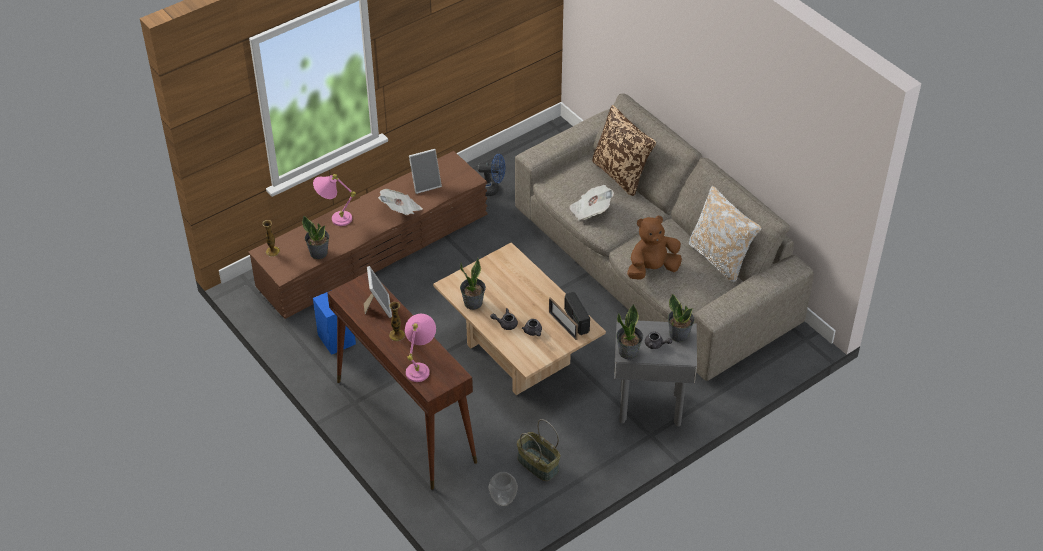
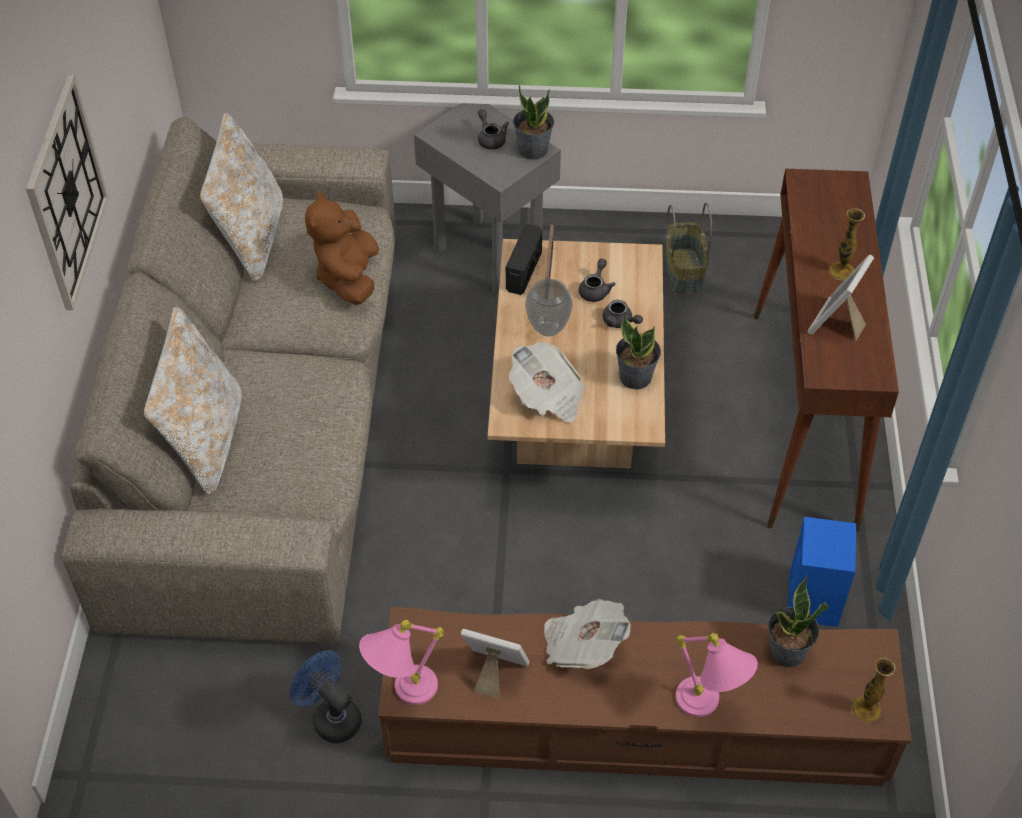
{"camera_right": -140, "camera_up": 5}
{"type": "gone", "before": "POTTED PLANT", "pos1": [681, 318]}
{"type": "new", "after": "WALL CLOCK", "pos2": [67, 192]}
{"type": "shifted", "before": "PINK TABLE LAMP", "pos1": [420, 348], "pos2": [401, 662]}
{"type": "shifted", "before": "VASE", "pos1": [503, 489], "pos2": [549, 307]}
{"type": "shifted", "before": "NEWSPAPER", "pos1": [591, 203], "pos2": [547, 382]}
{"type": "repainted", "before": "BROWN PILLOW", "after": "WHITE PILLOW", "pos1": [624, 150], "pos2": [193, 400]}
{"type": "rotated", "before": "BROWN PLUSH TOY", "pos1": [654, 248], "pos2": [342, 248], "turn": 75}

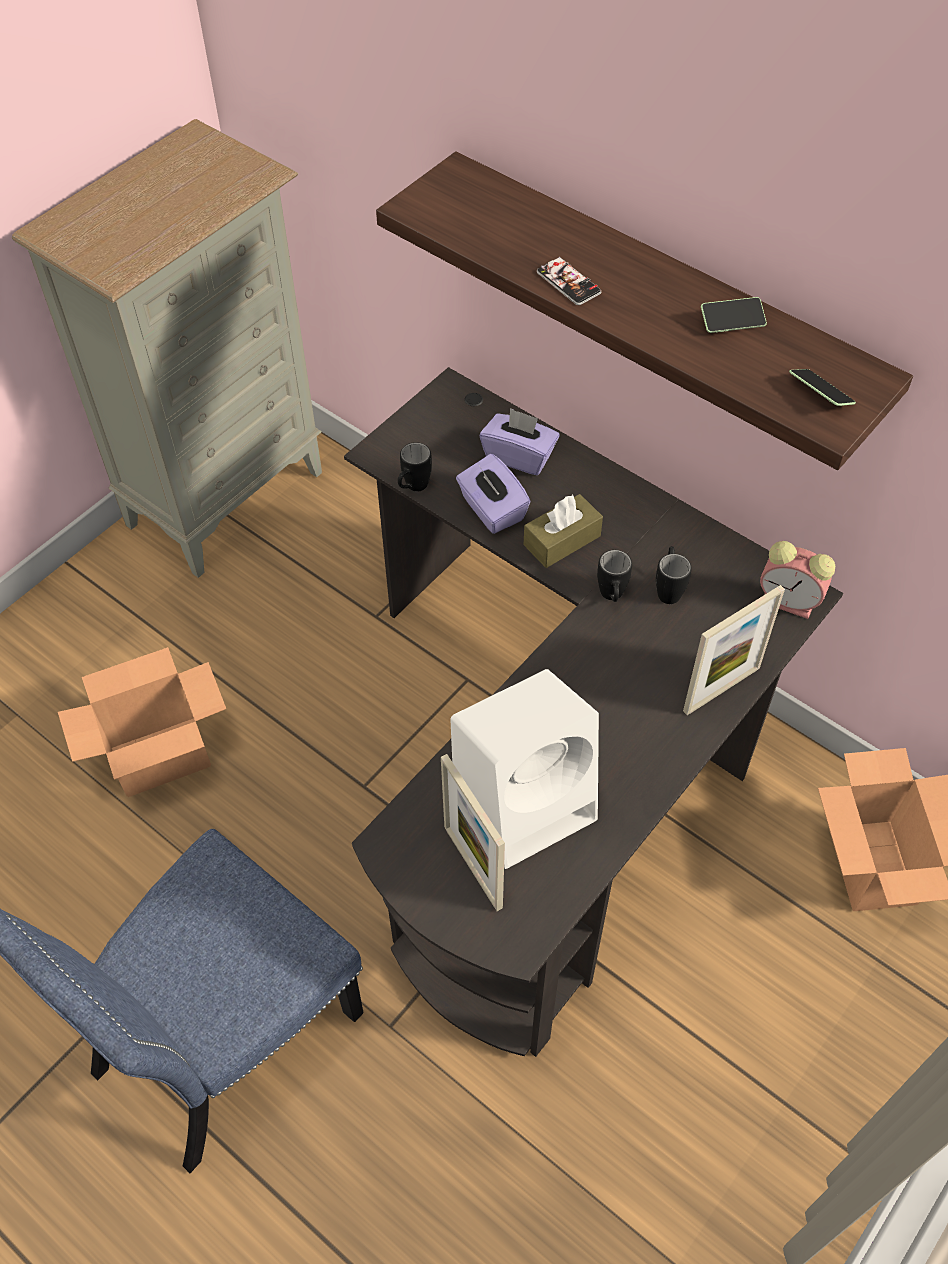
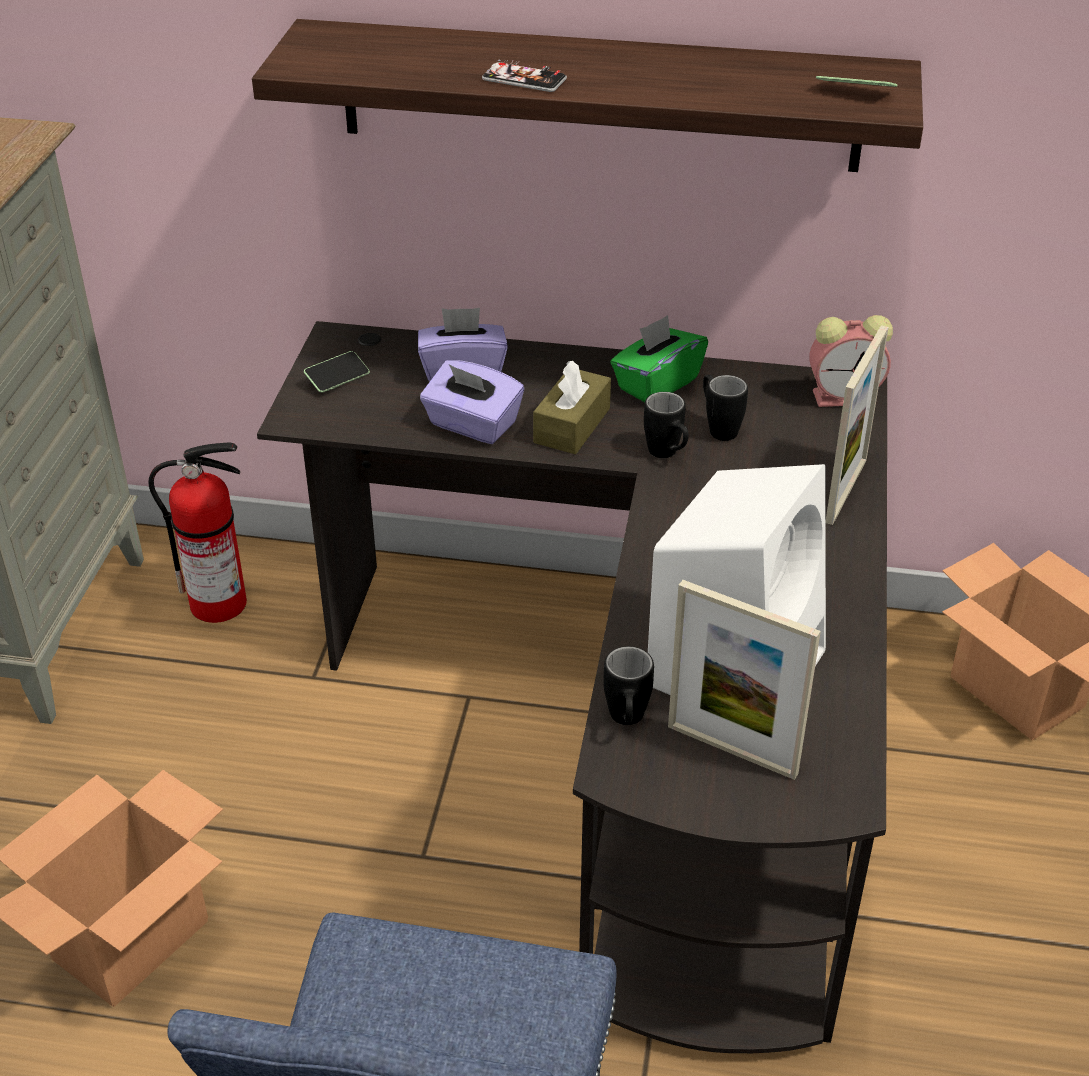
{"camera_right": -30, "camera_up": -15}
{"type": "new", "after": "FIRE EXTINGUISHER", "pos2": [197, 532]}
{"type": "new", "after": "GREEN TISSUE BOX", "pos2": [659, 358]}
{"type": "shifted", "before": "BLACK MUG", "pos1": [415, 467], "pos2": [628, 685]}
{"type": "shifted", "before": "PHONE", "pos1": [734, 315], "pos2": [337, 372]}

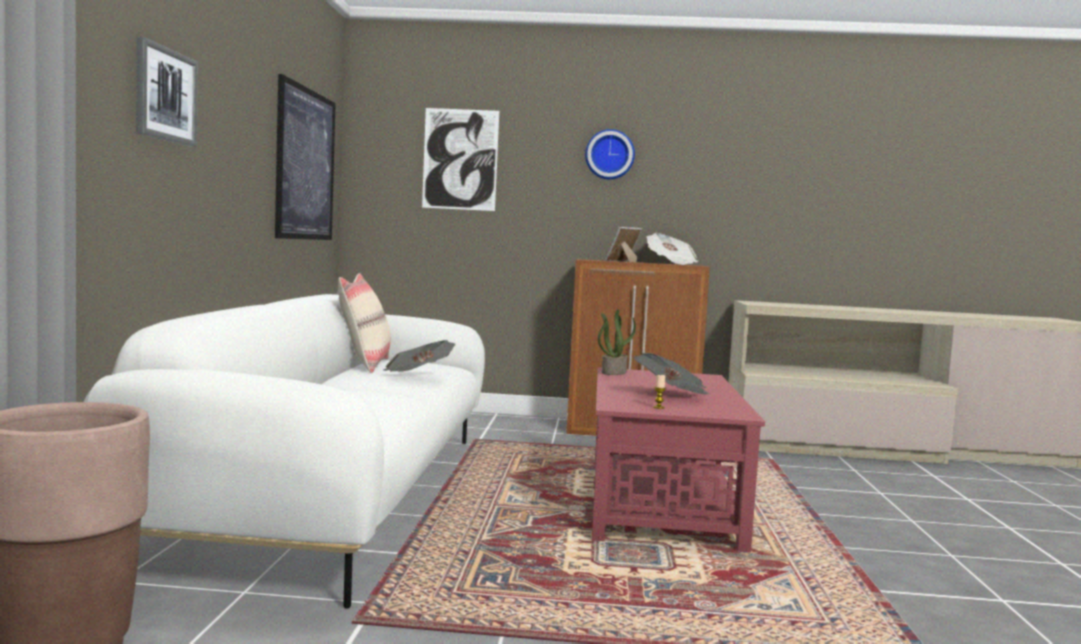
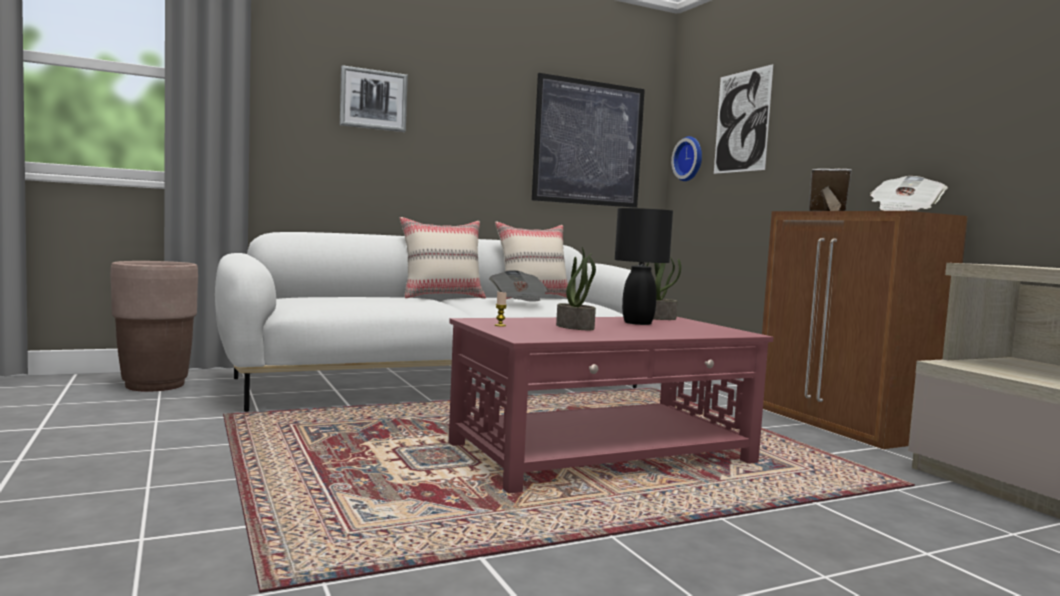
{"camera_right": 60, "camera_up": 0}
{"type": "new", "after": "BEIGE PILLOW", "pos2": [443, 258]}
{"type": "new", "after": "BLACK TABLE LAMP", "pos2": [644, 266]}
{"type": "shifted", "before": "WALL CLOCK", "pos1": [610, 154], "pos2": [686, 158]}
{"type": "swapped", "before": "NEWSPAPER", "after": "POTTED PLANT", "pos1": [672, 373], "pos2": [576, 288]}

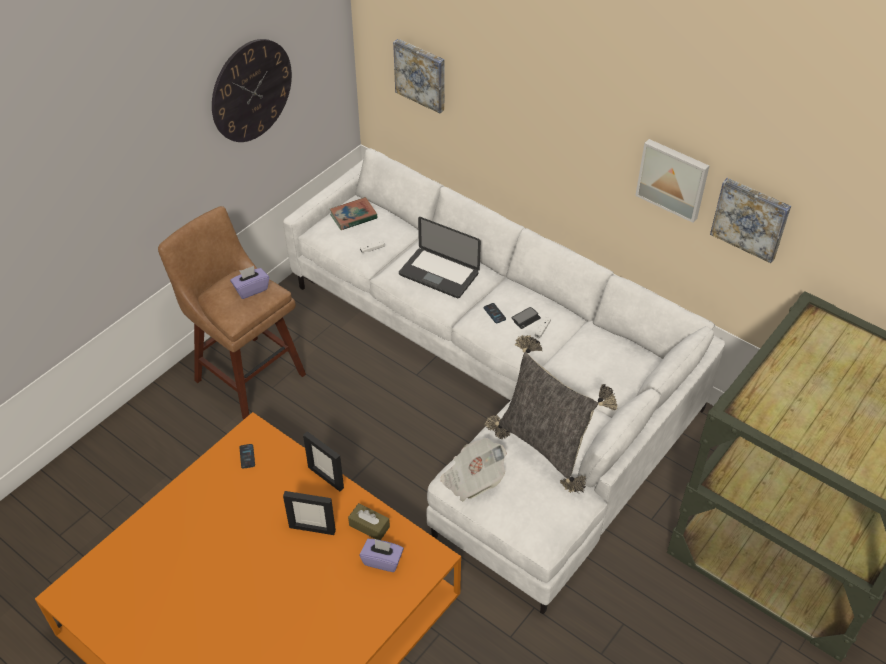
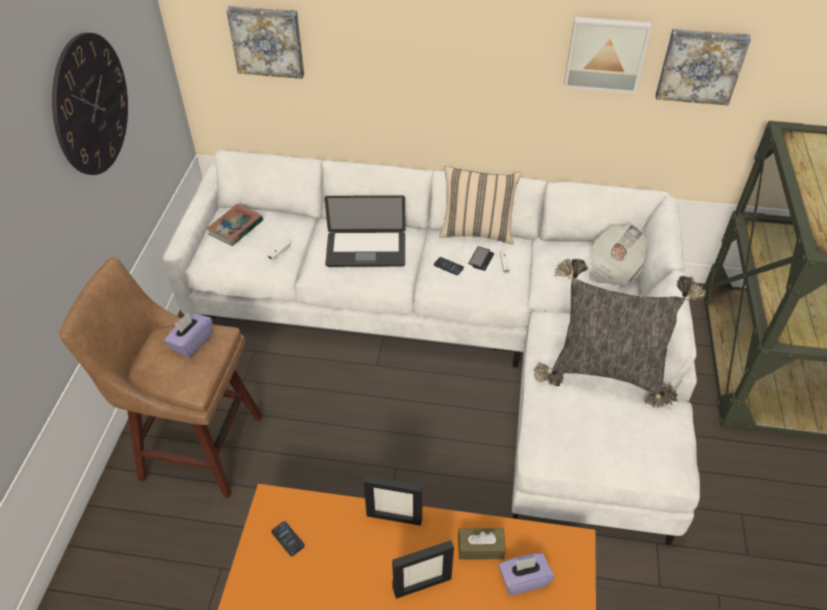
{"camera_right": -30, "camera_up": 0}
{"type": "new", "after": "BEIGE PILLOW", "pos2": [480, 205]}
{"type": "shifted", "before": "NEWSPAPER", "pos1": [474, 470], "pos2": [618, 255]}

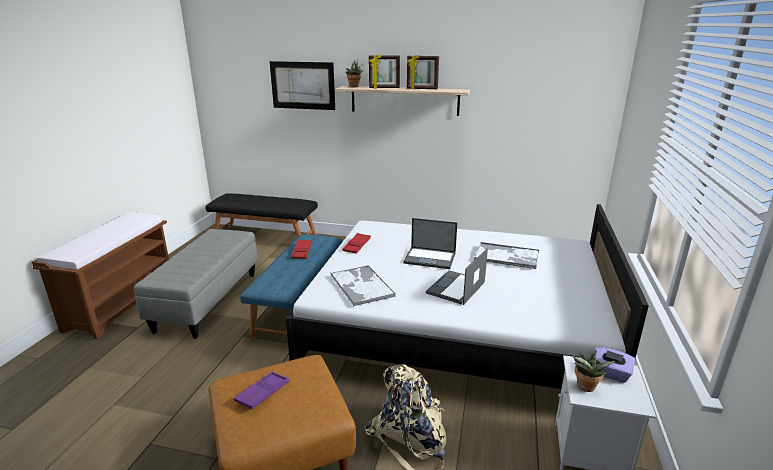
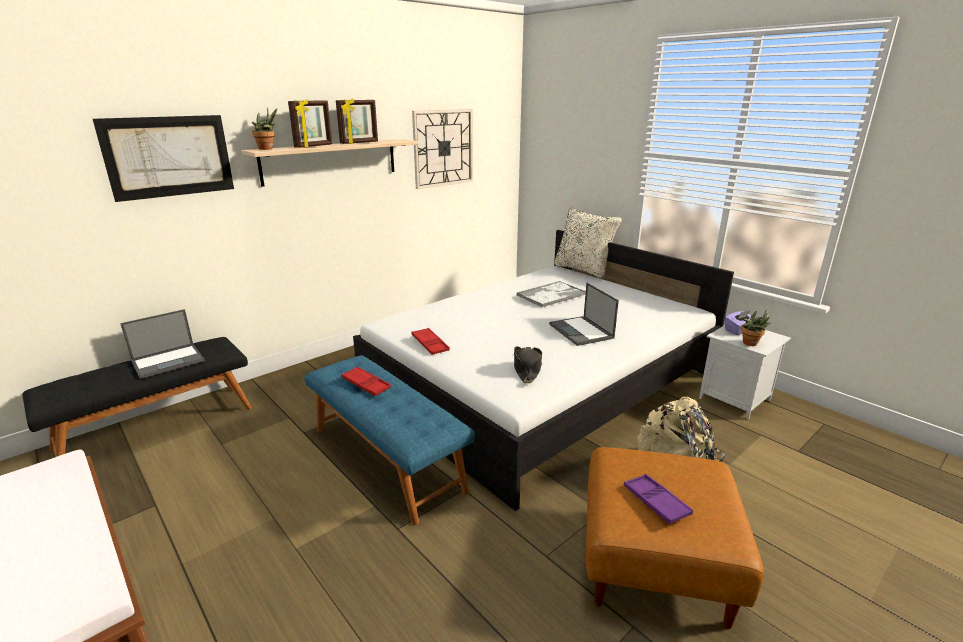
{"camera_right": -55, "camera_up": 0}
{"type": "gone", "before": "GREY OTTOMAN", "pos1": [196, 284]}
{"type": "new", "after": "WALL CLOCK", "pos2": [442, 149]}
{"type": "new", "after": "BEIGE PILLOW", "pos2": [588, 243]}
{"type": "shifted", "before": "LAPTOP", "pos1": [430, 243], "pos2": [162, 344]}
{"type": "swapped", "before": "TRAY", "after": "BLACK HAT", "pos1": [363, 285], "pos2": [528, 364]}

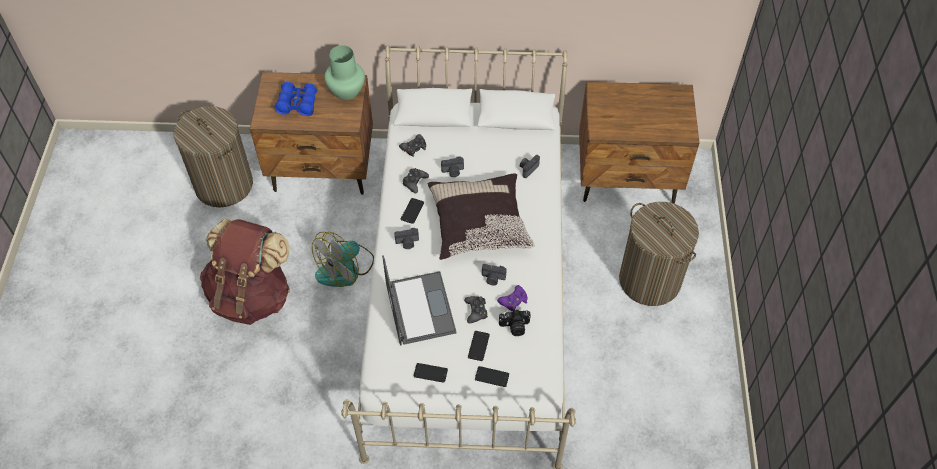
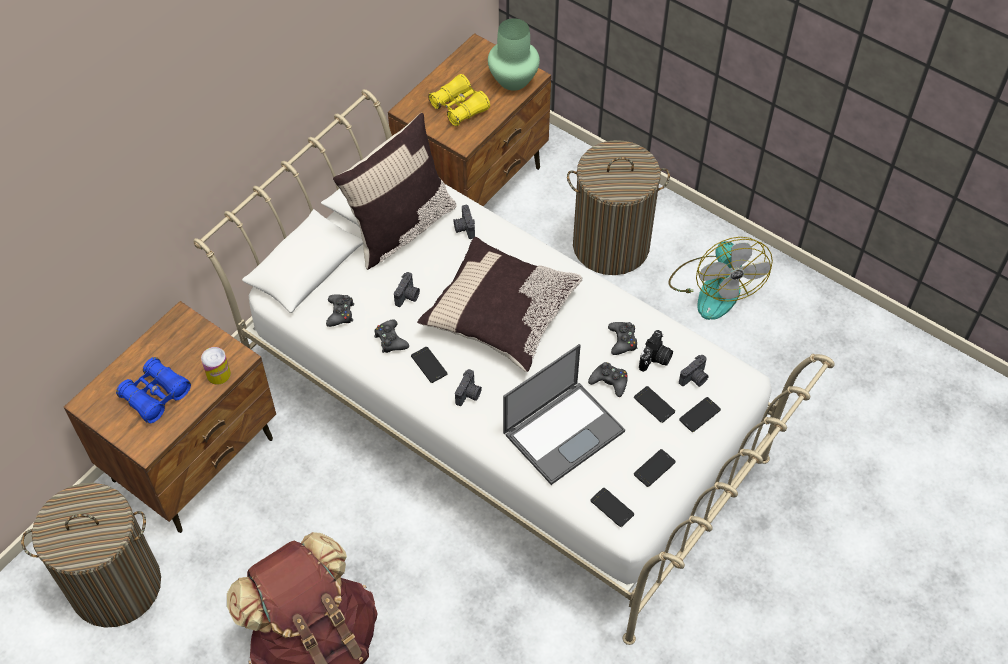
{"camera_right": -55, "camera_up": 0}
{"type": "new", "after": "CAN", "pos2": [216, 366]}
{"type": "new", "after": "PILLOW", "pos2": [395, 191]}
{"type": "new", "after": "YELLOW BINOCULARS", "pos2": [459, 100]}
{"type": "new", "after": "PHONE", "pos2": [612, 507]}
{"type": "shifted", "before": "FAN", "pos1": [343, 259], "pos2": [720, 278]}
{"type": "shifted", "before": "GREEN VASE", "pos1": [344, 72], "pos2": [514, 54]}
{"type": "shifted", "before": "PHOTO CAMERA", "pos1": [494, 275], "pos2": [694, 371]}
{"type": "repainted", "before": "PURPLE GAME CONTROLLER", "after": "BLACK GAME CONTROLLER", "pos1": [512, 298], "pos2": [622, 338]}
{"type": "rotated", "before": "LAPTOP", "pos1": [419, 300], "pos2": [564, 414], "turn": 120}

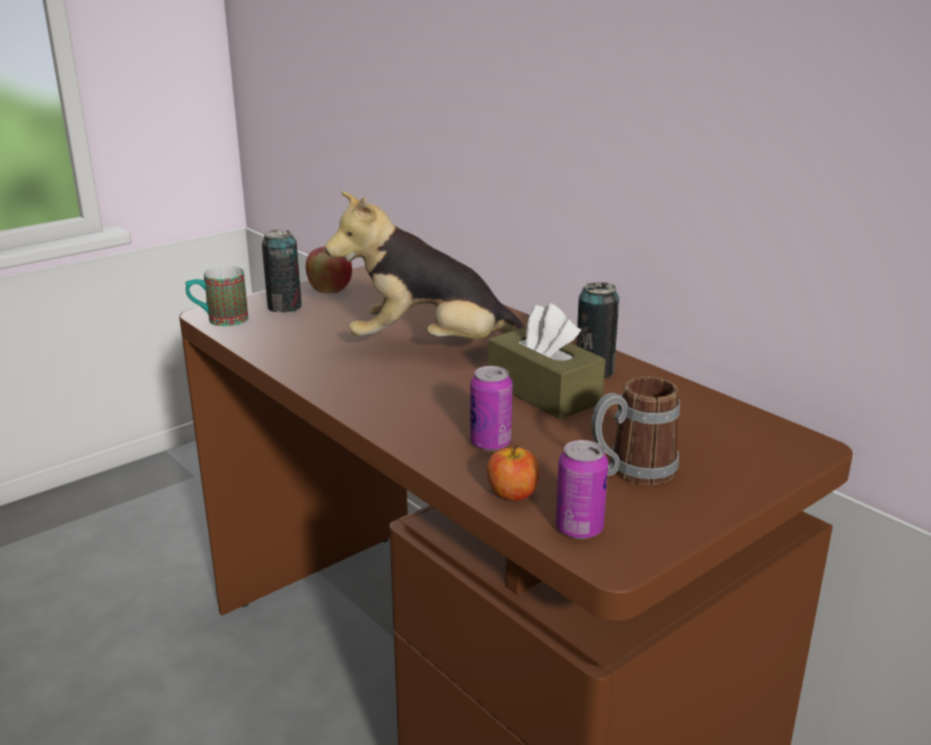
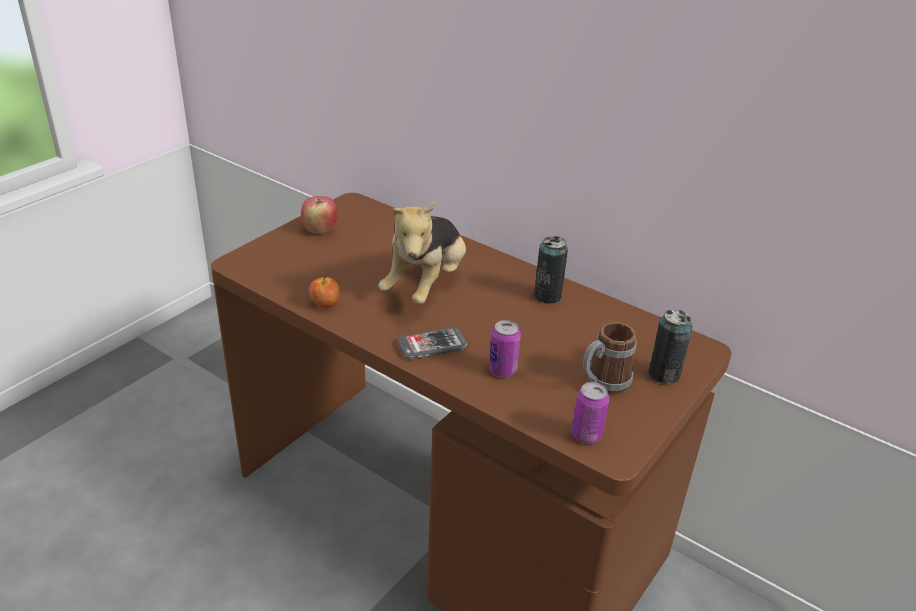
{"camera_right": -15, "camera_up": 10}
{"type": "gone", "before": "MUG", "pos1": [216, 296]}
{"type": "gone", "before": "BROWN TISSUE BOX", "pos1": [546, 361]}
{"type": "new", "after": "PHONE", "pos2": [432, 343]}
{"type": "shifted", "before": "CAN", "pos1": [282, 271], "pos2": [671, 346]}
{"type": "shifted", "before": "APPLE", "pos1": [513, 472], "pos2": [324, 292]}
{"type": "rotated", "before": "PLUSH TOY", "pos1": [425, 265], "pos2": [422, 253], "turn": -60}

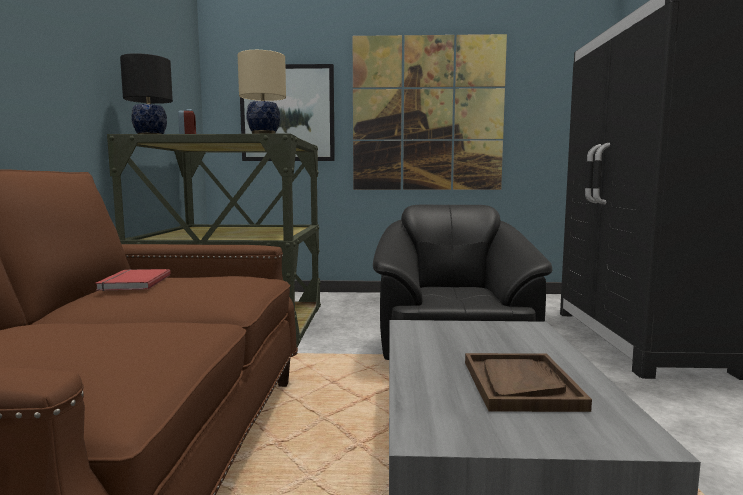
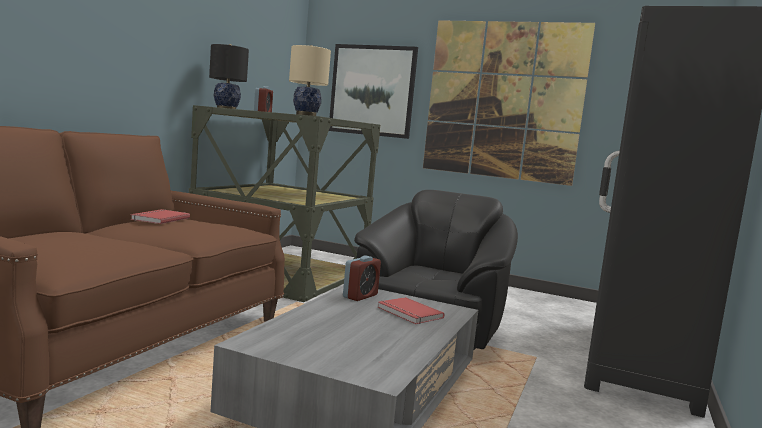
{"camera_right": 20, "camera_up": 0}
{"type": "gone", "before": "BROWN TRAY", "pos1": [528, 382]}
{"type": "new", "after": "ALARM CLOCK", "pos2": [362, 278]}
{"type": "new", "after": "RED BOOK", "pos2": [411, 310]}

